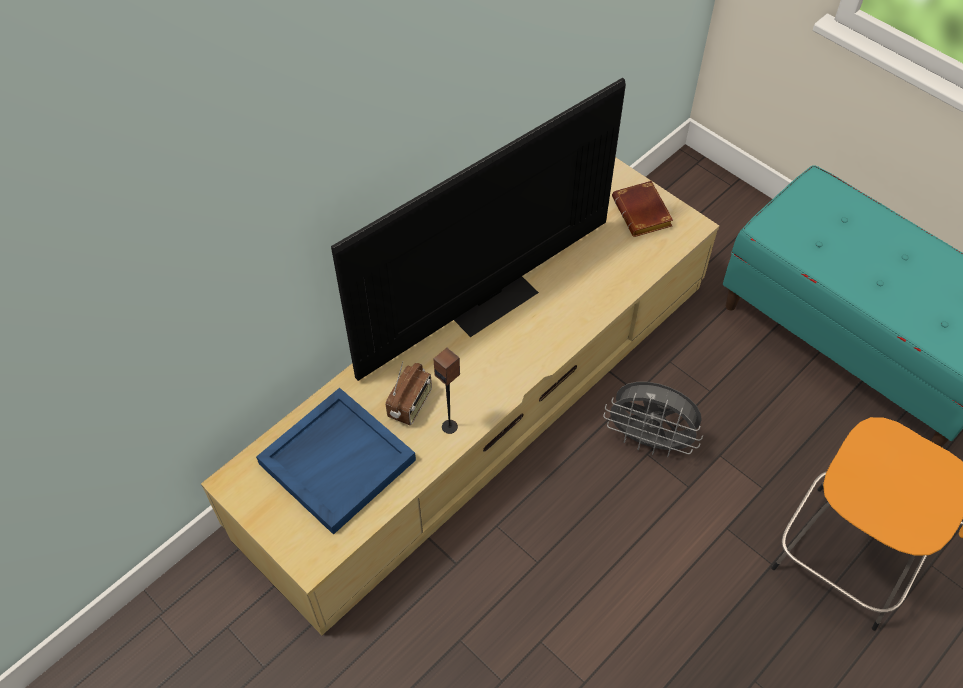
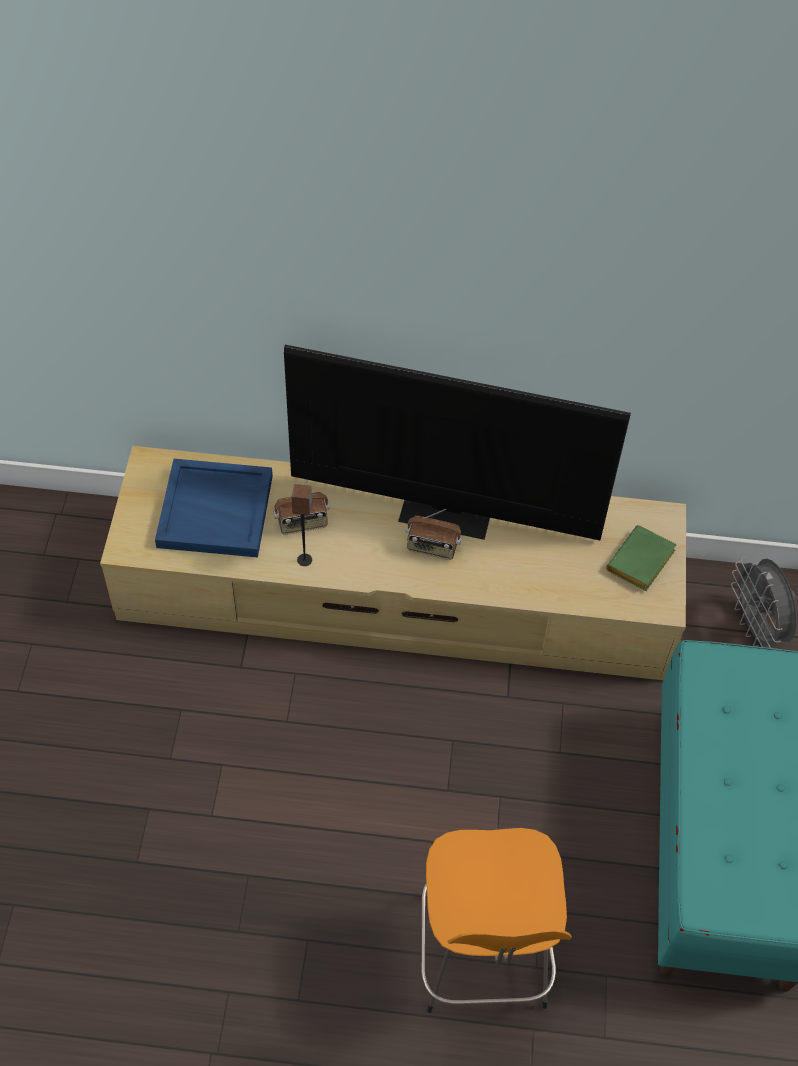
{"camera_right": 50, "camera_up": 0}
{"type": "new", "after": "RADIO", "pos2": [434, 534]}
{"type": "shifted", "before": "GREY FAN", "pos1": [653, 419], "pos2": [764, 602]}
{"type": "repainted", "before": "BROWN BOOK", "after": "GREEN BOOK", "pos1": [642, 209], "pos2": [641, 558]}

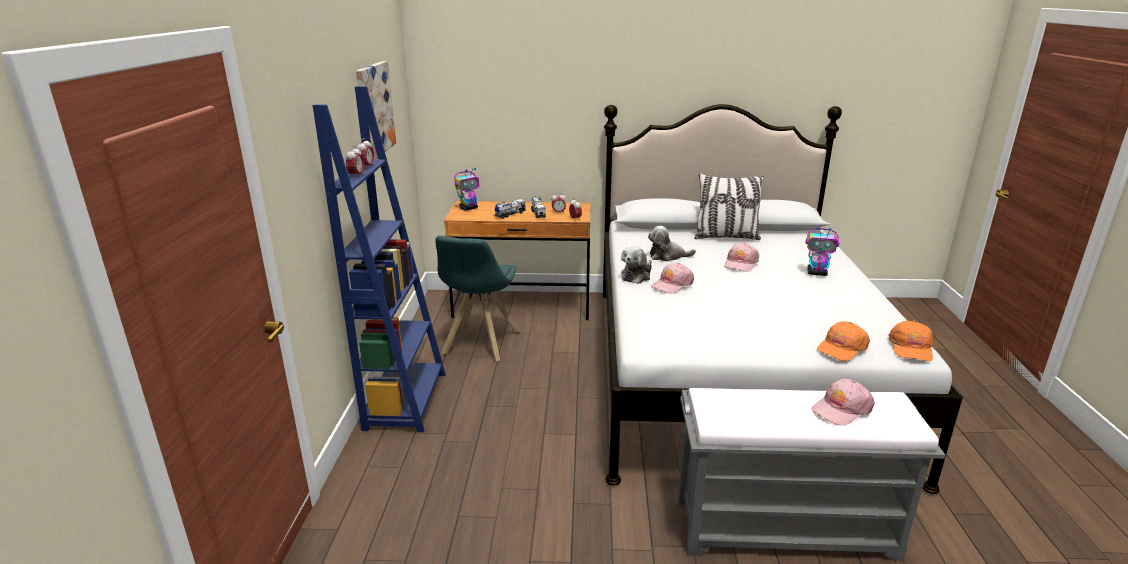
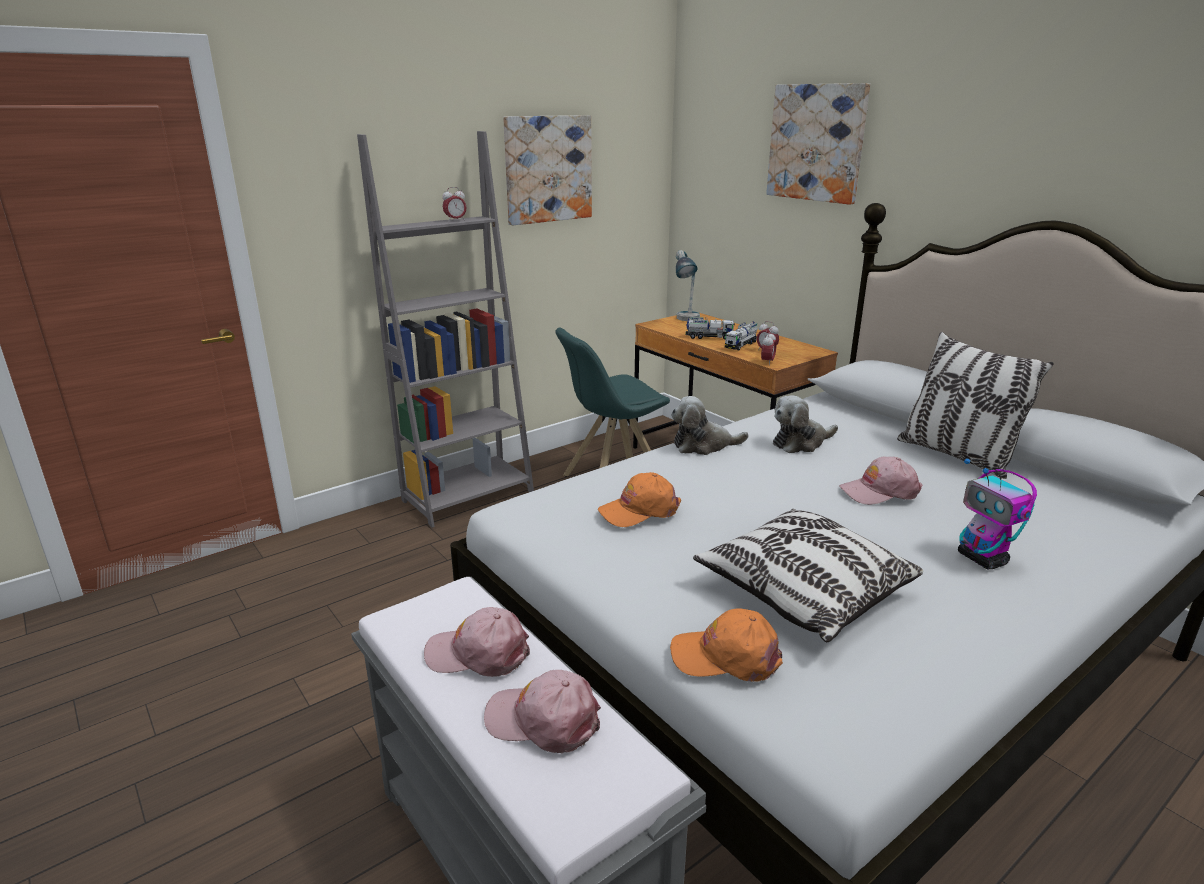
{"camera_right": 50, "camera_up": 0}
{"type": "gone", "before": "ALARM CLOCK", "pos1": [355, 162]}
{"type": "new", "after": "PILLOW", "pos2": [808, 575]}
{"type": "new", "after": "PICTURE", "pos2": [818, 144]}
{"type": "shifted", "before": "PINK CAP", "pos1": [672, 278], "pos2": [477, 642]}
{"type": "shifted", "before": "ORANGE CAP", "pos1": [911, 341], "pos2": [639, 499]}
{"type": "swapped", "before": "TOY ROBOT", "after": "TABLE LAMP", "pos1": [466, 189], "pos2": [688, 285]}
{"type": "repainted", "before": "BLUE BOOKCASE", "after": "GREY BOOKCASE", "pos1": [379, 259], "pos2": [445, 329]}
{"type": "rotated", "before": "PLUSH TOY", "pos1": [672, 243], "pos2": [805, 424], "turn": -75}

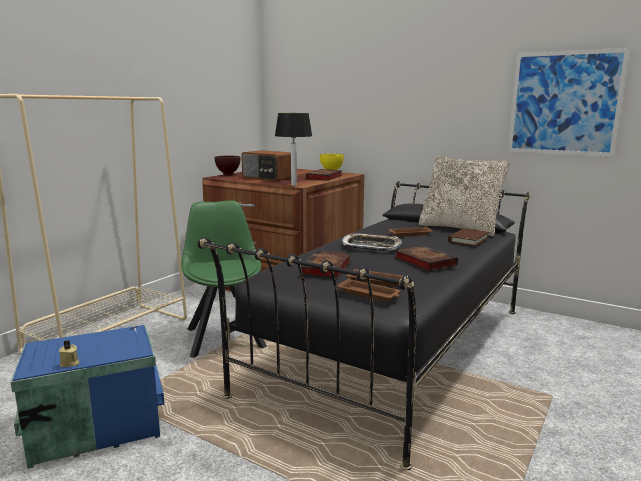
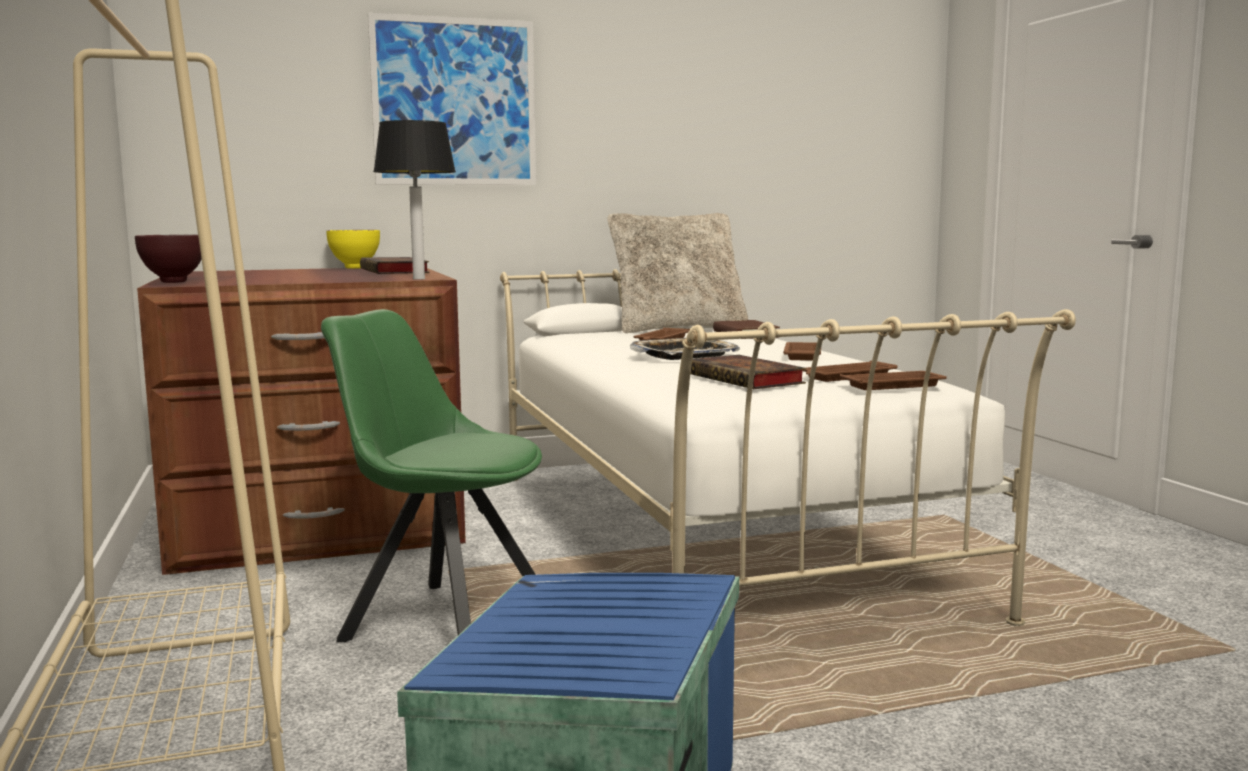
{"camera_right": -50, "camera_up": -5}
{"type": "gone", "before": "BEIGE CANDLE", "pos1": [69, 353]}
{"type": "gone", "before": "RADIO", "pos1": [266, 165]}
{"type": "shifted", "before": "PICTURE", "pos1": [569, 102], "pos2": [452, 99]}
{"type": "swapped", "before": "BOOK", "after": "BROWN TRAY", "pos1": [426, 258], "pos2": [802, 351]}
{"type": "repainted", "before": "BLACK BED", "after": "WHITE BED", "pos1": [364, 326], "pos2": [788, 447]}

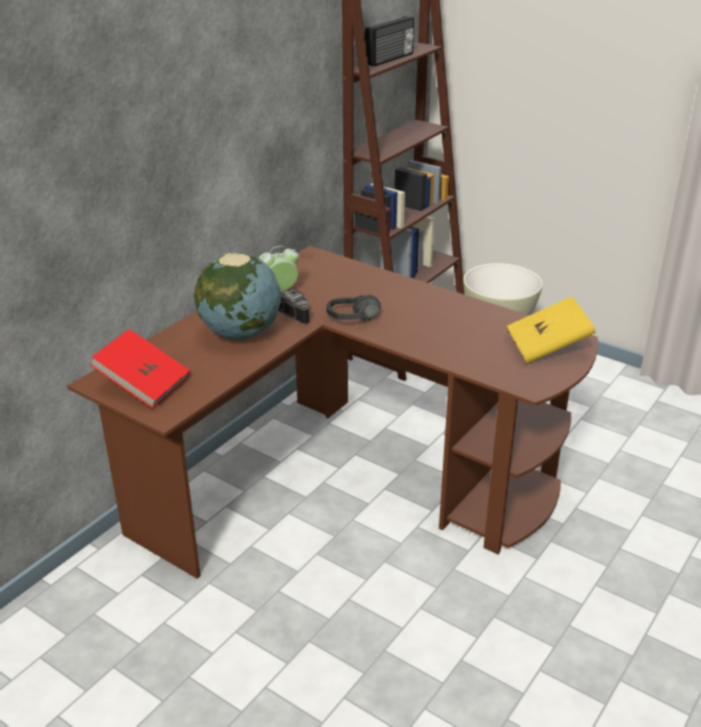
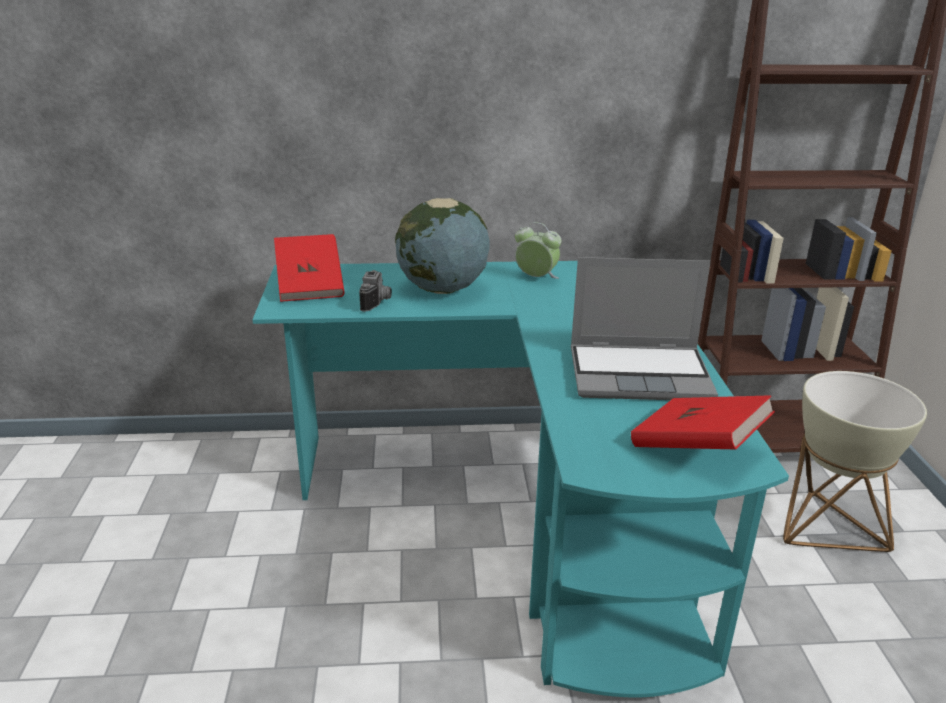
{"camera_right": 50, "camera_up": -5}
{"type": "gone", "before": "BLACK HEADPHONES", "pos1": [353, 308]}
{"type": "gone", "before": "RADIO", "pos1": [389, 41]}
{"type": "new", "after": "LAPTOP", "pos2": [644, 328]}
{"type": "shifted", "before": "PHOTO CAMERA", "pos1": [293, 307], "pos2": [375, 291]}
{"type": "repainted", "before": "BROWN DESK", "after": "TURQUOISE DESK", "pos1": [332, 412], "pos2": [520, 479]}
{"type": "repainted", "before": "YELLOW BOOK", "after": "RED BOOK", "pos1": [551, 330], "pos2": [703, 422]}

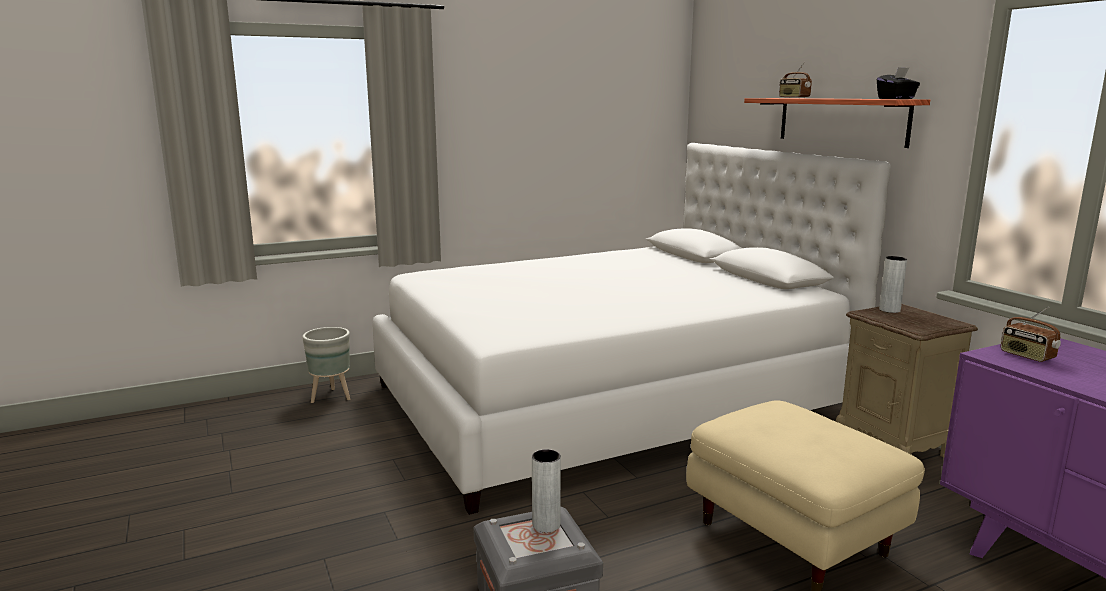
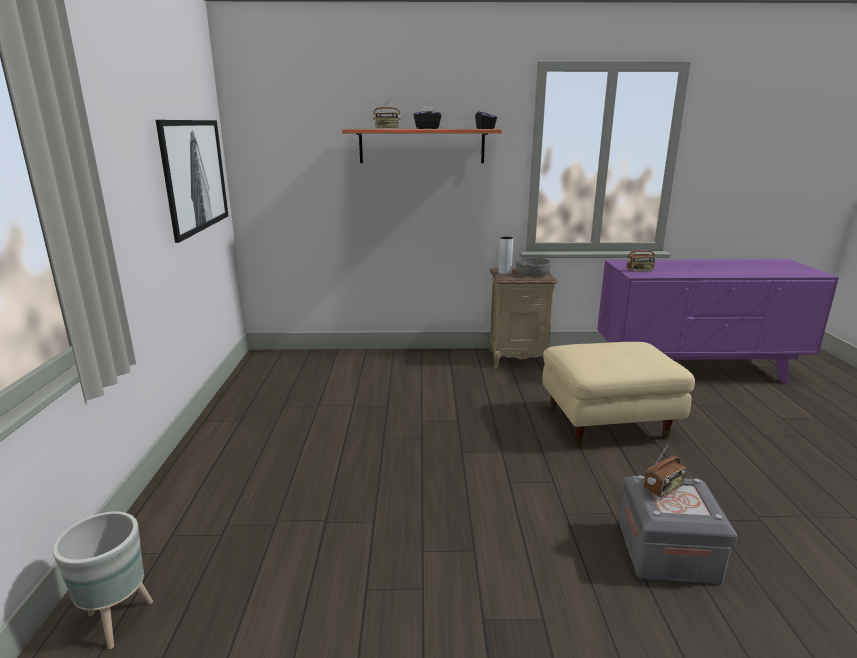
{"camera_right": -65, "camera_up": 5}
{"type": "gone", "before": "WHITE BED", "pos1": [632, 329]}
{"type": "new", "after": "PICTURE", "pos2": [192, 181]}
{"type": "new", "after": "BLACK TISSUE BOX", "pos2": [427, 117]}
{"type": "new", "after": "GREY BOWL", "pos2": [533, 266]}
{"type": "swapped", "before": "GREY VASE", "after": "RADIO", "pos1": [546, 490], "pos2": [665, 471]}

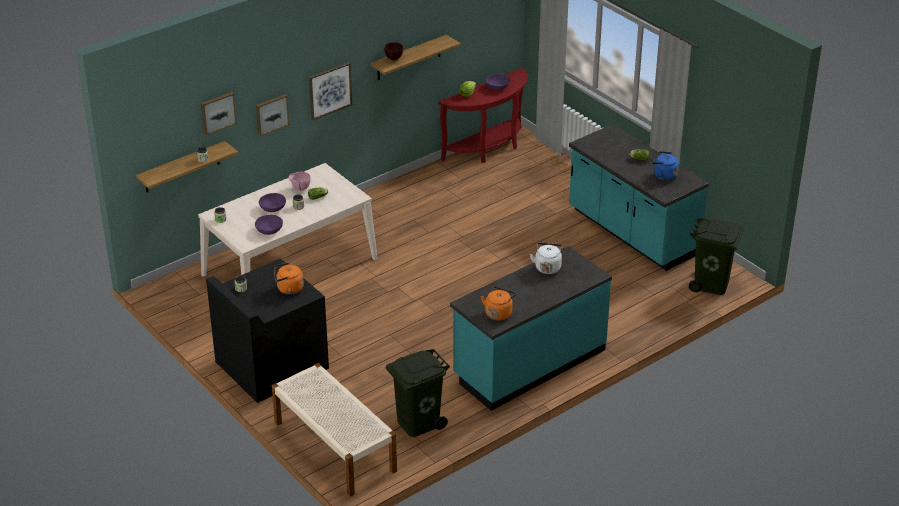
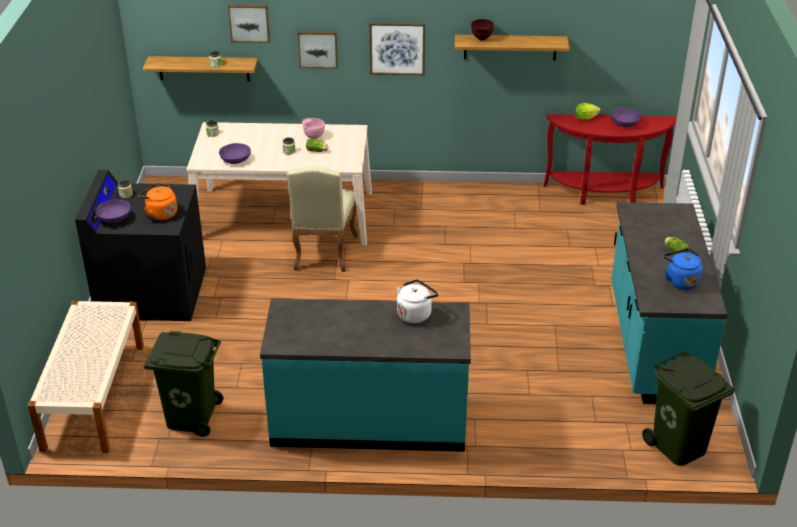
{"camera_right": 40, "camera_up": 0}
{"type": "gone", "before": "ORANGE KETTLE", "pos1": [498, 303]}
{"type": "new", "after": "BEIGE CHAIR", "pos2": [322, 219]}
{"type": "shifted", "before": "PURPLE BOWL", "pos1": [272, 202], "pos2": [113, 211]}

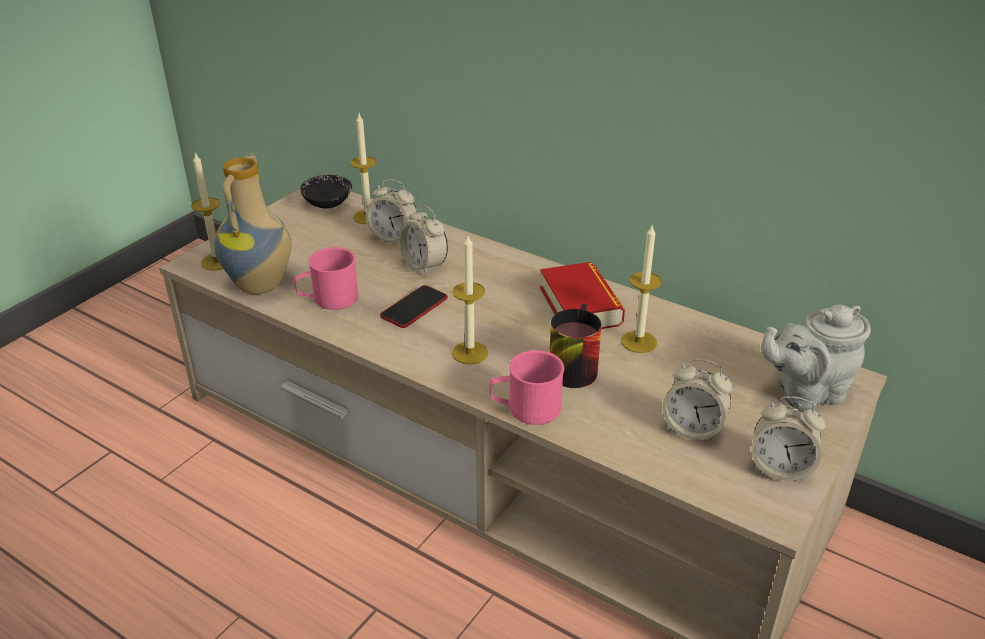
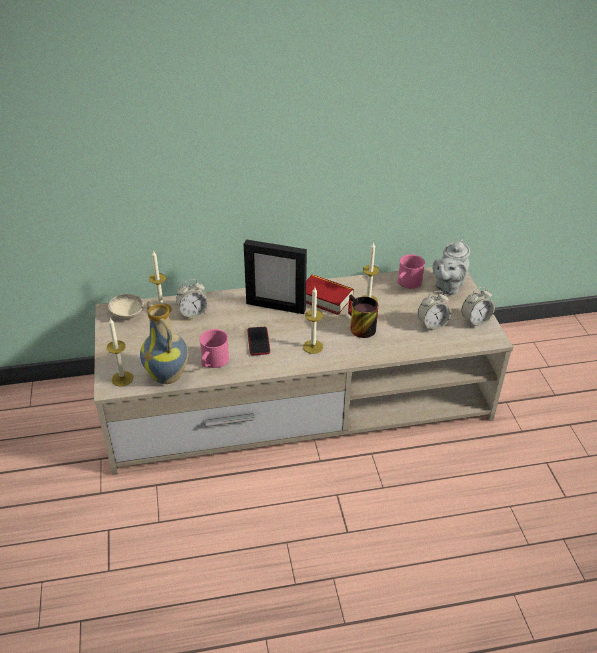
{"camera_right": -45, "camera_up": 5}
{"type": "gone", "before": "ALARM CLOCK", "pos1": [423, 240]}
{"type": "new", "after": "PICTURE FRAME", "pos2": [275, 276]}
{"type": "shifted", "before": "PINK MUG", "pos1": [527, 387], "pos2": [411, 271]}
{"type": "repainted", "before": "BLACK BOWL", "after": "BEIGE BOWL", "pos1": [326, 192], "pos2": [126, 306]}

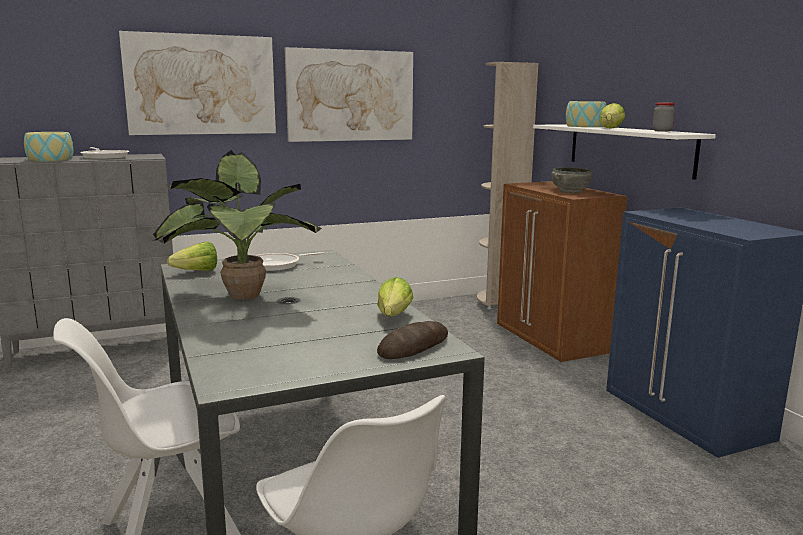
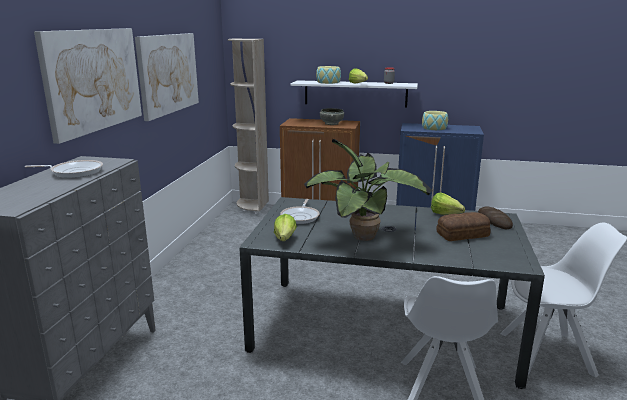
{"camera_right": -55, "camera_up": 5}
{"type": "new", "after": "BREAD", "pos2": [463, 226]}
{"type": "shifted", "before": "BOWL", "pos1": [48, 146], "pos2": [435, 120]}

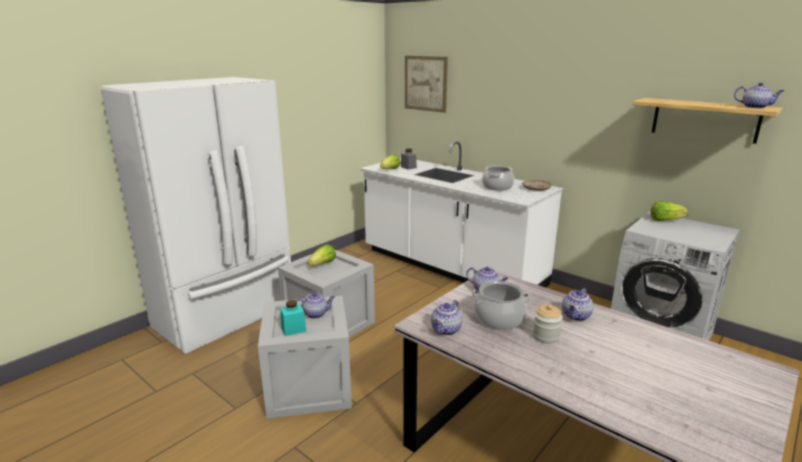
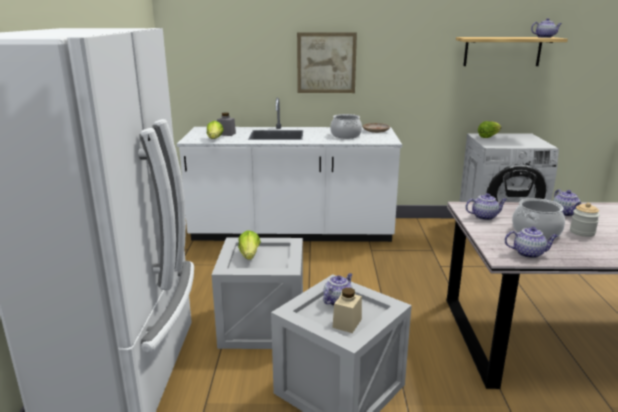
{"camera_right": -40, "camera_up": 0}
{"type": "shifted", "before": "PICTURE", "pos1": [426, 84], "pos2": [327, 62]}
{"type": "repainted", "before": "TURQUOISE JAR", "after": "BEIGE JAR", "pos1": [293, 318], "pos2": [347, 310]}
{"type": "rotated", "before": "TEAPOT", "pos1": [446, 317], "pos2": [531, 242], "turn": -75}

